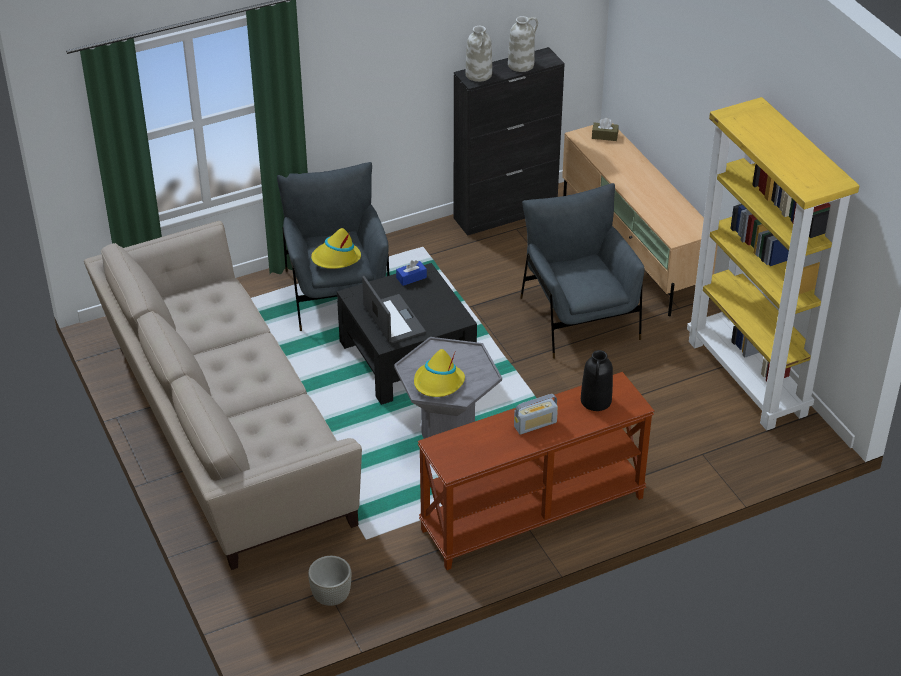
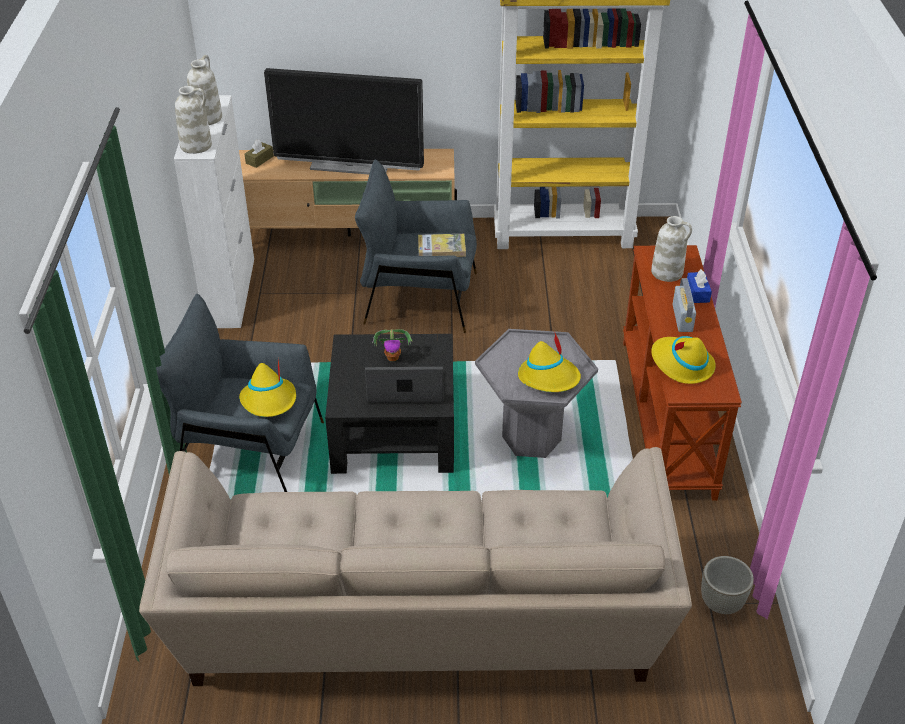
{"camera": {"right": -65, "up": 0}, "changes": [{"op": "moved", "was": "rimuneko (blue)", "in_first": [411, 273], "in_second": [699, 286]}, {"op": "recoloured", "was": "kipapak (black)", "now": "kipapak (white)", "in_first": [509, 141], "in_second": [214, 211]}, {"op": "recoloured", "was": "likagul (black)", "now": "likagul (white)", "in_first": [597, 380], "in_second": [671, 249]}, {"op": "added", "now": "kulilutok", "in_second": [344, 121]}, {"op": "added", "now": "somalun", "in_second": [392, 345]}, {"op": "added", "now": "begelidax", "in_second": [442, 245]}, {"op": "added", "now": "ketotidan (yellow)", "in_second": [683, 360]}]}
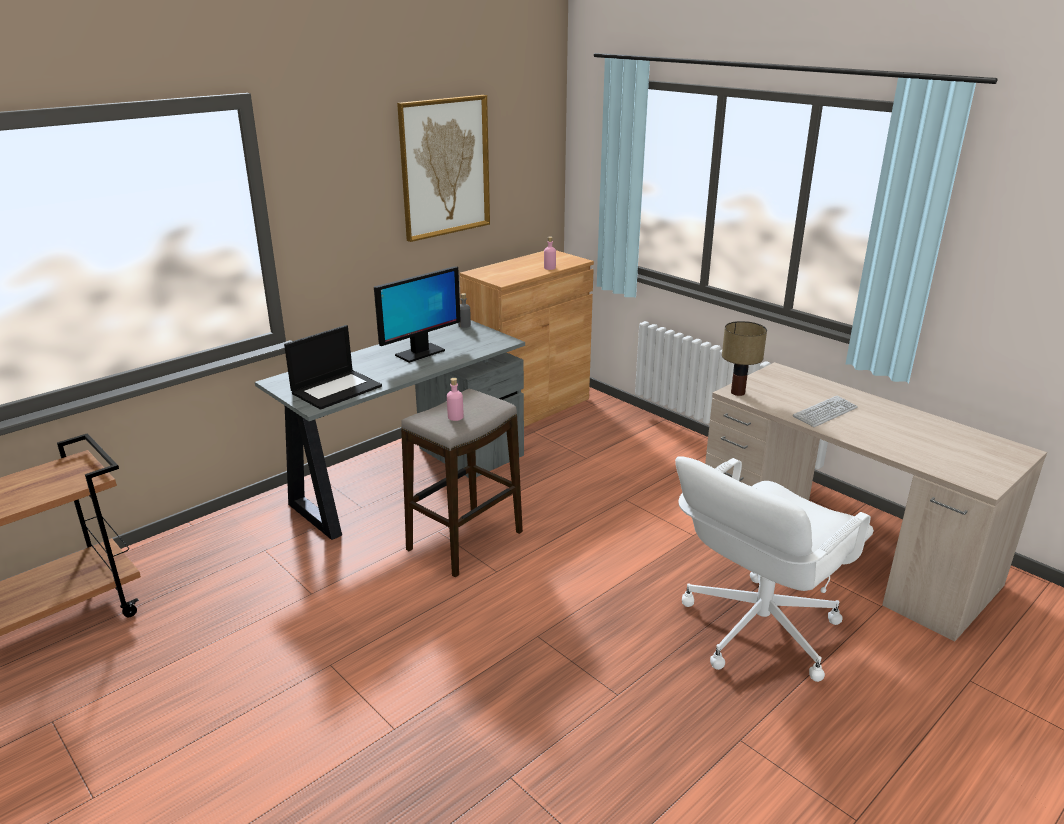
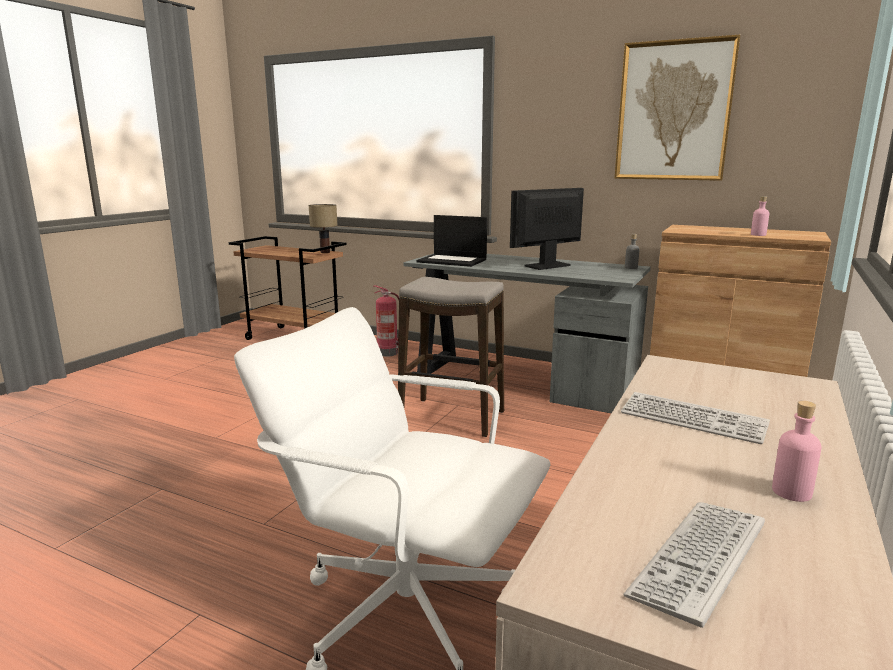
{"camera": {"right": 70, "up": -10}, "changes": [{"op": "turned", "was": "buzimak", "in_first": [417, 314], "in_second": [547, 229], "clockwise": 120}, {"op": "moved", "was": "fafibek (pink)", "in_first": [455, 399], "in_second": [796, 451]}, {"op": "moved", "was": "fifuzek", "in_first": [744, 358], "in_second": [323, 228]}, {"op": "added", "now": "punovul", "in_second": [386, 321]}, {"op": "added", "now": "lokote", "in_second": [694, 565]}]}
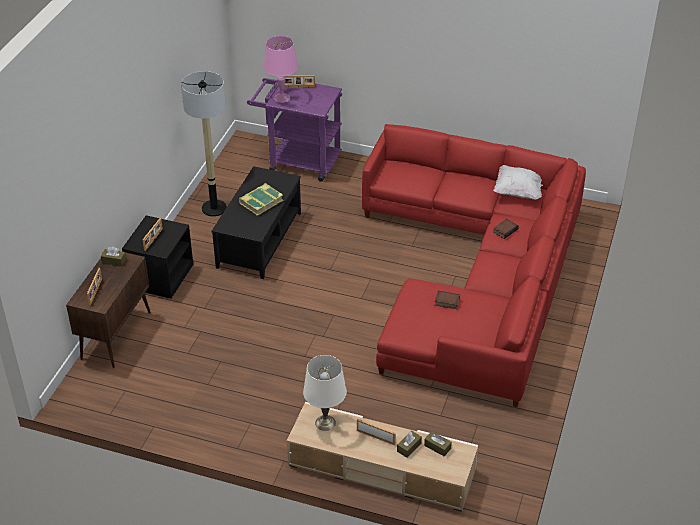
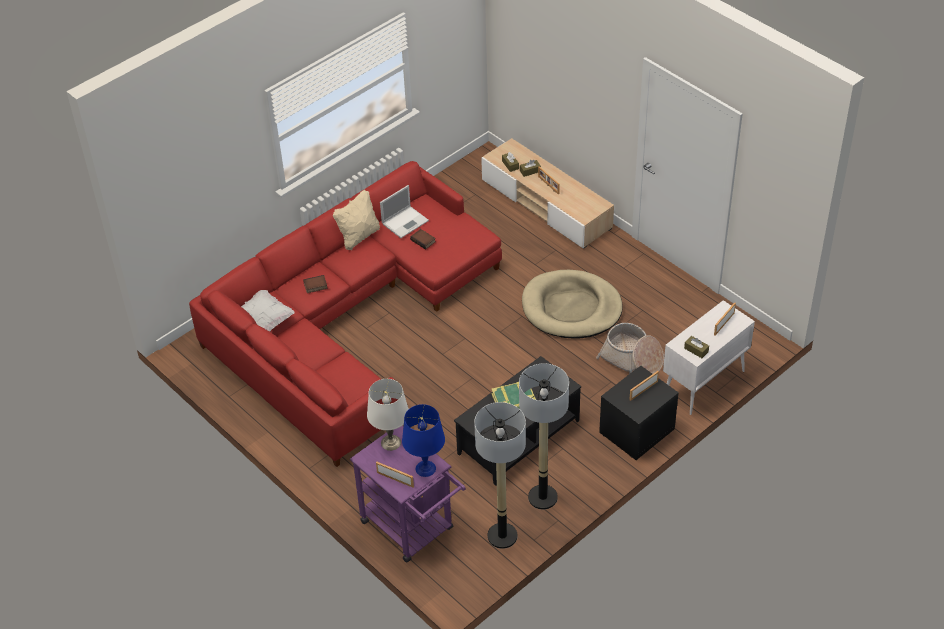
{"camera": {"right": -150, "up": 5}, "changes": [{"op": "recoloured", "was": "kipapak (brown)", "now": "kipapak (white)", "in_first": [108, 310], "in_second": [709, 357]}, {"op": "recoloured", "was": "fifuzek (pink)", "now": "fifuzek (blue)", "in_first": [281, 69], "in_second": [423, 440]}, {"op": "moved", "was": "fifuzek (white)", "in_first": [325, 393], "in_second": [388, 415]}, {"op": "added", "now": "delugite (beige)", "in_second": [356, 220]}, {"op": "added", "now": "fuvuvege", "in_second": [404, 211]}, {"op": "added", "now": "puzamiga", "in_second": [500, 475]}, {"op": "added", "now": "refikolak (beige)", "in_second": [572, 304]}, {"op": "added", "now": "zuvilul", "in_second": [630, 348]}]}
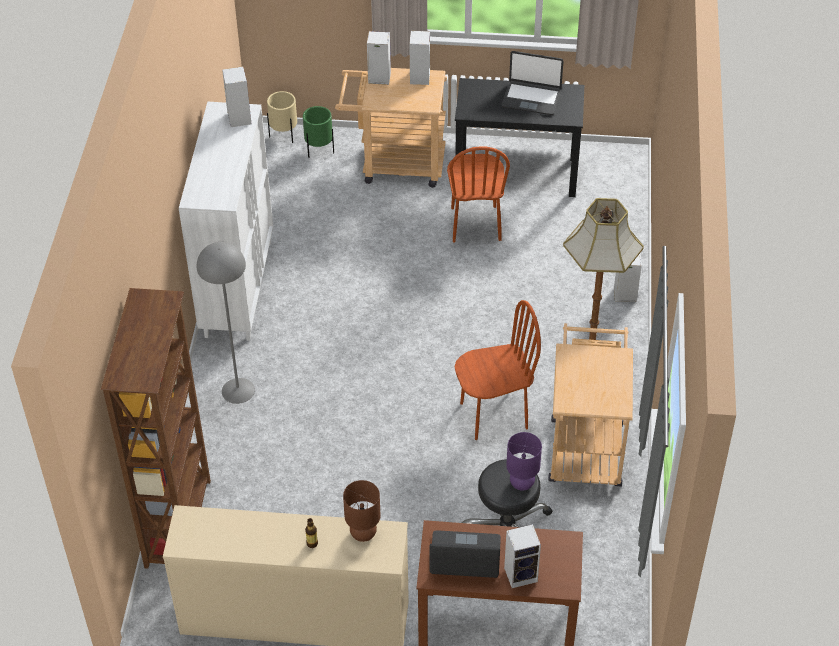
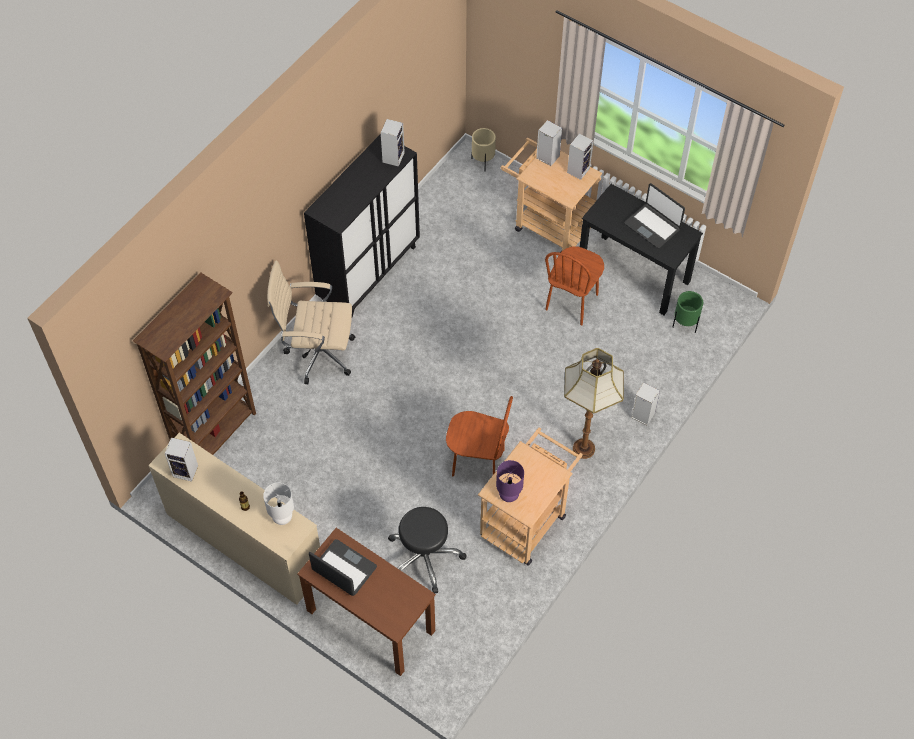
{"camera": {"right": 30, "up": 10}, "changes": [{"op": "recoloured", "was": "kipapak (white)", "now": "kipapak (black)", "in_first": [226, 221], "in_second": [362, 225]}, {"op": "replaced", "was": "puzamiga (grey)", "now": "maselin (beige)", "in_first": [226, 323], "in_second": [311, 322]}, {"op": "moved", "was": "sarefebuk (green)", "in_first": [318, 132], "in_second": [688, 312]}, {"op": "recoloured", "was": "fifuzek (brown)", "now": "fifuzek (white)", "in_first": [362, 511], "in_second": [278, 504]}, {"op": "moved", "was": "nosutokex", "in_first": [522, 556], "in_second": [181, 459]}, {"op": "moved", "was": "fifuzek (purple)", "in_first": [524, 461], "in_second": [510, 481]}]}
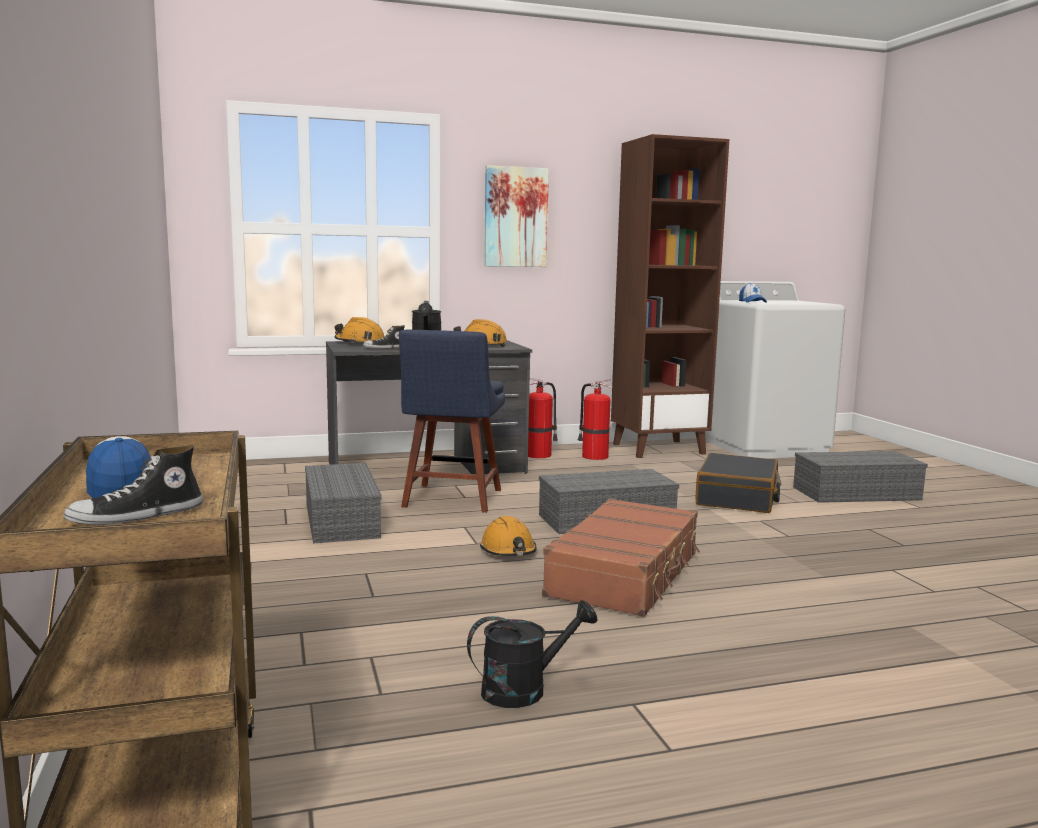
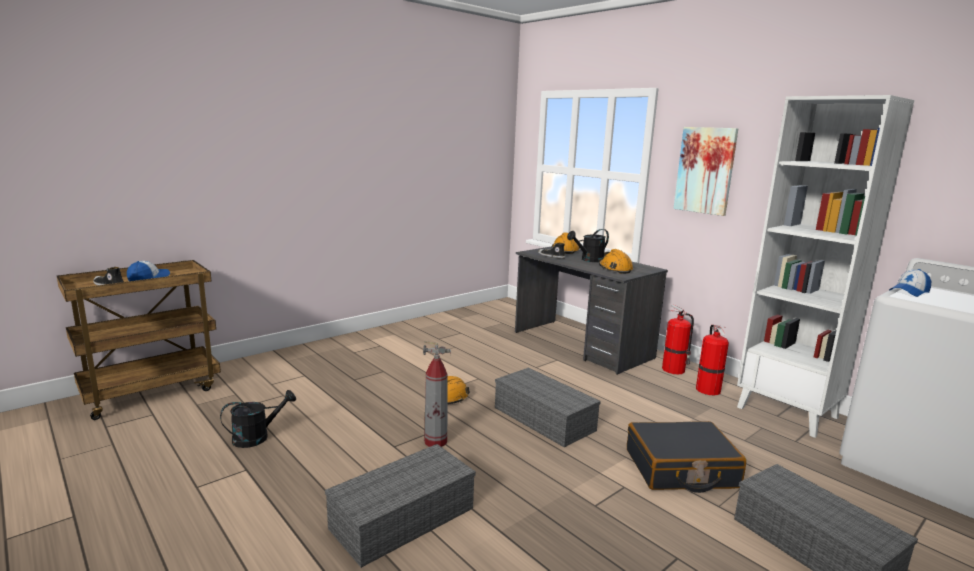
{"camera": {"right": 65, "up": 5}, "changes": [{"op": "moved", "was": "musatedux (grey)", "in_first": [343, 503], "in_second": [400, 506]}, {"op": "removed", "was": "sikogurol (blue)", "in_first": [452, 421]}, {"op": "turned", "was": "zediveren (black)", "in_first": [532, 654], "in_second": [258, 419], "clockwise": -75}, {"op": "replaced", "was": "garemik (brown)", "now": "punovul", "in_first": [621, 557], "in_second": [437, 394]}, {"op": "recoloured", "was": "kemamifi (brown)", "now": "kemamifi (white)", "in_first": [670, 296], "in_second": [826, 266]}]}
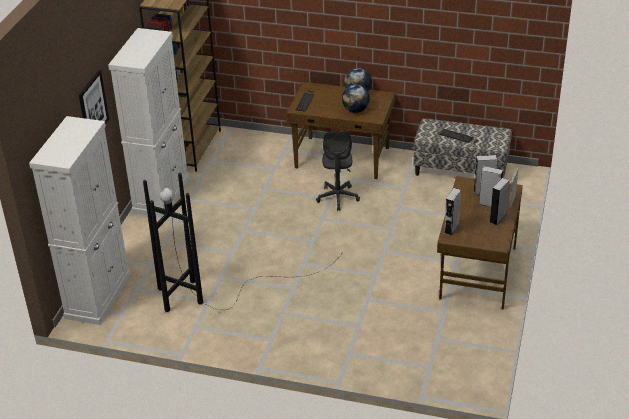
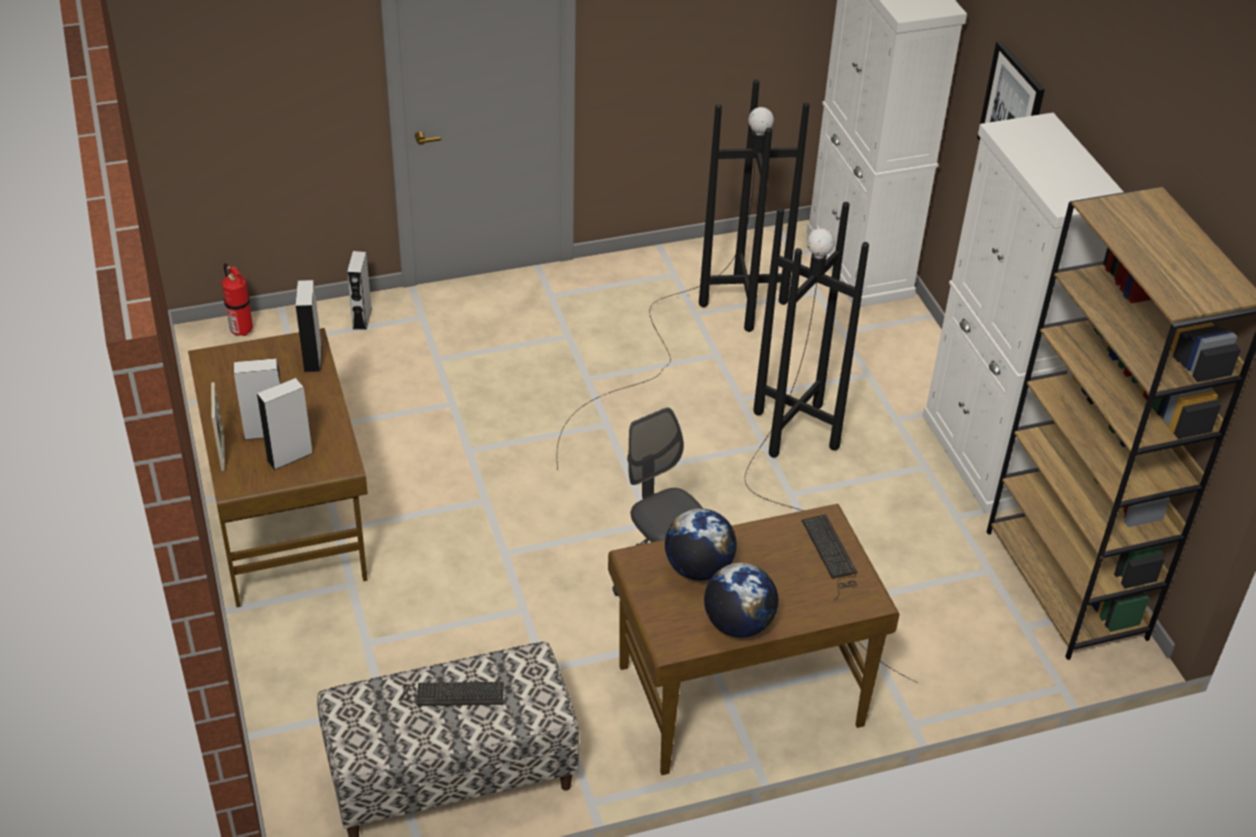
{"camera": {"right": 145, "up": 5}, "changes": [{"op": "moved", "was": "nosutokex (grey)", "in_first": [499, 201], "in_second": [359, 290]}, {"op": "added", "now": "punovul", "in_second": [237, 299]}, {"op": "added", "now": "puzamiga (black)", "in_second": [831, 442]}]}
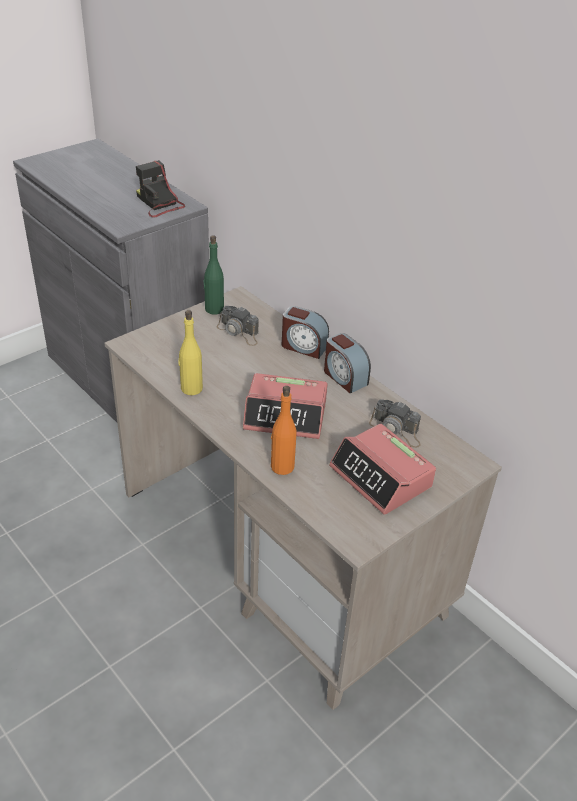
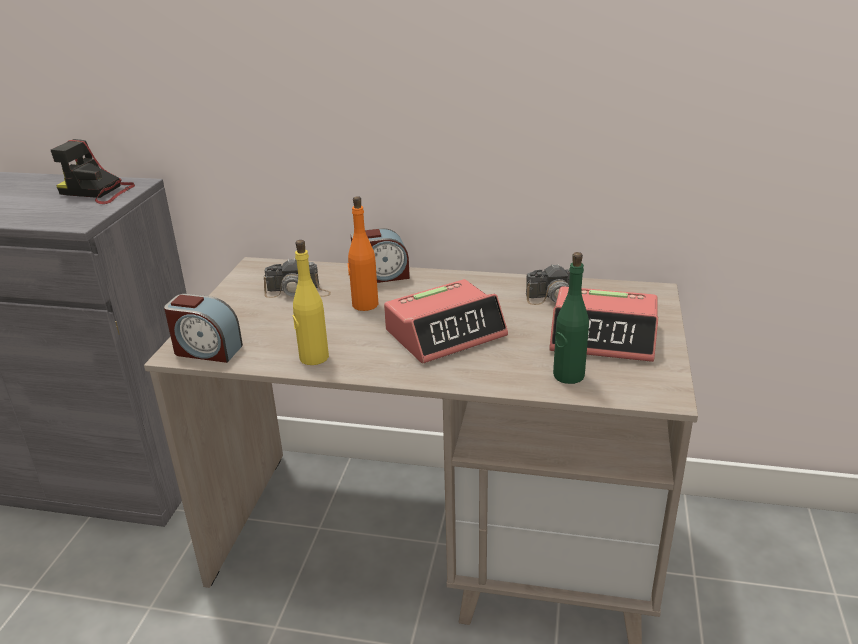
{"camera": {"right": -35, "up": -10}, "changes": [{"op": "moved", "was": "fafibek (green)", "in_first": [214, 274], "in_second": [571, 318]}, {"op": "moved", "was": "fafibek (orange)", "in_first": [284, 430], "in_second": [363, 253]}, {"op": "moved", "was": "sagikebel", "in_first": [347, 363], "in_second": [203, 328]}]}
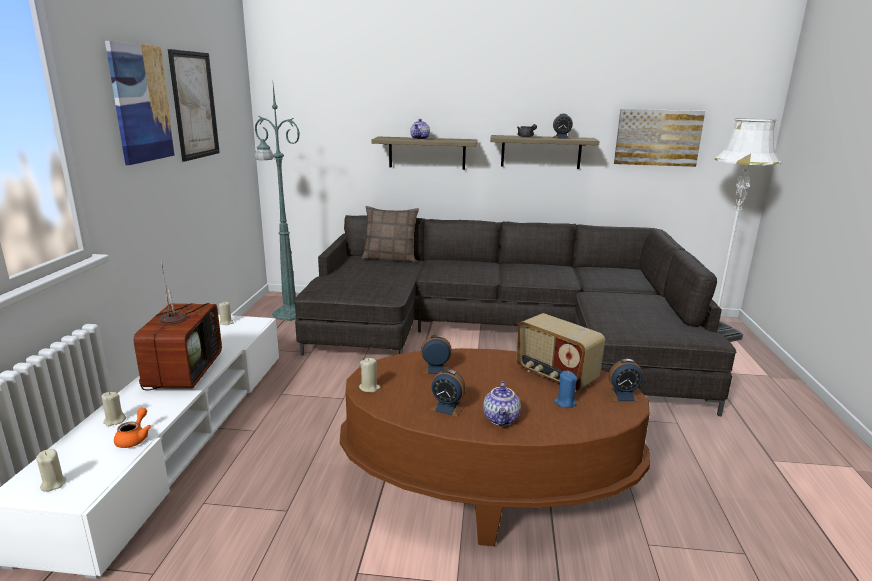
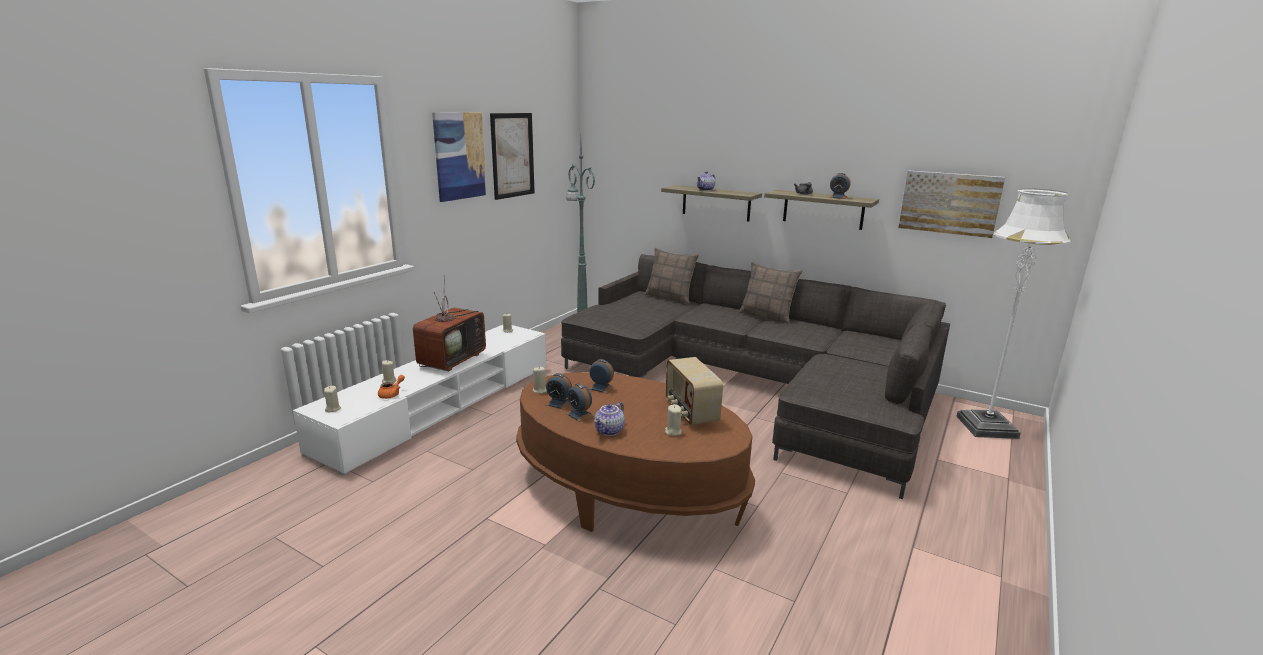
{"camera": {"right": 25, "up": 0}, "changes": [{"op": "recoloured", "was": "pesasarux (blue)", "now": "pesasarux (beige)", "in_first": [565, 389], "in_second": [673, 420]}, {"op": "moved", "was": "sagikebel", "in_first": [624, 380], "in_second": [559, 391]}, {"op": "added", "now": "delugite", "in_second": [770, 293]}]}
